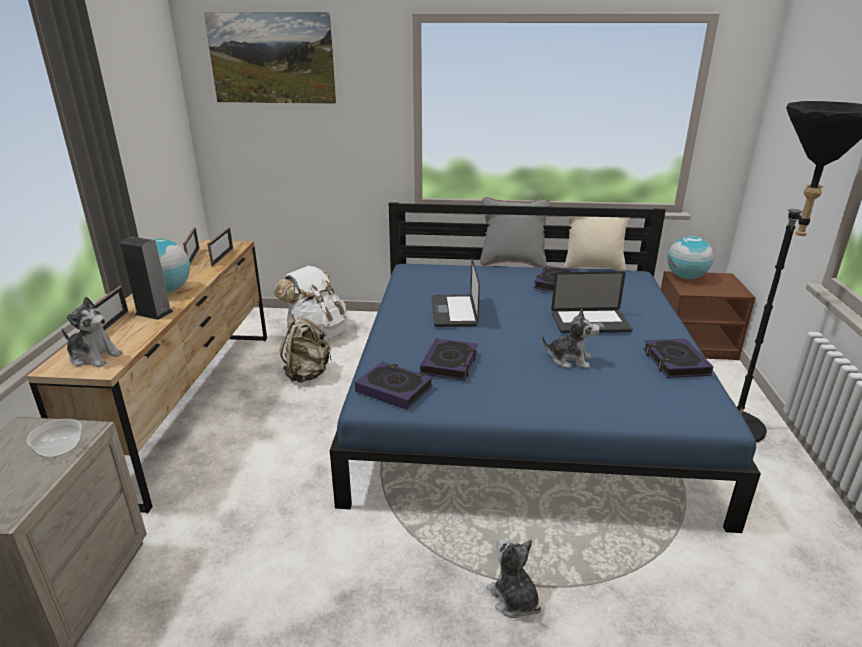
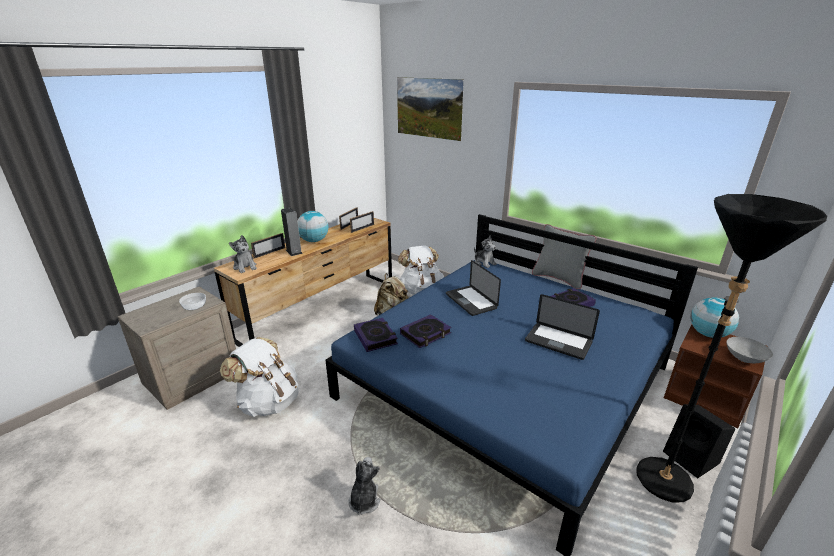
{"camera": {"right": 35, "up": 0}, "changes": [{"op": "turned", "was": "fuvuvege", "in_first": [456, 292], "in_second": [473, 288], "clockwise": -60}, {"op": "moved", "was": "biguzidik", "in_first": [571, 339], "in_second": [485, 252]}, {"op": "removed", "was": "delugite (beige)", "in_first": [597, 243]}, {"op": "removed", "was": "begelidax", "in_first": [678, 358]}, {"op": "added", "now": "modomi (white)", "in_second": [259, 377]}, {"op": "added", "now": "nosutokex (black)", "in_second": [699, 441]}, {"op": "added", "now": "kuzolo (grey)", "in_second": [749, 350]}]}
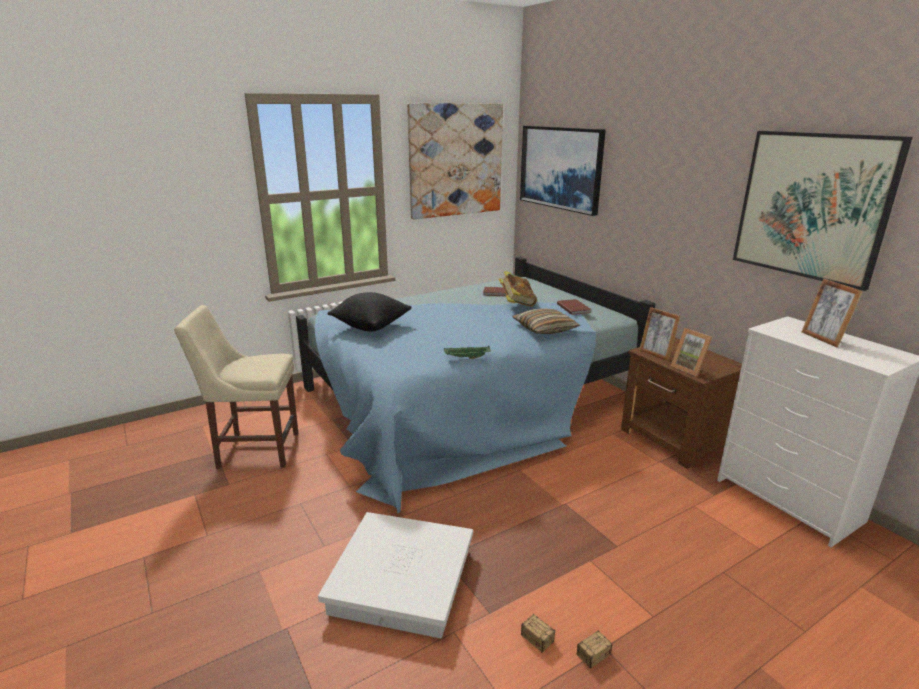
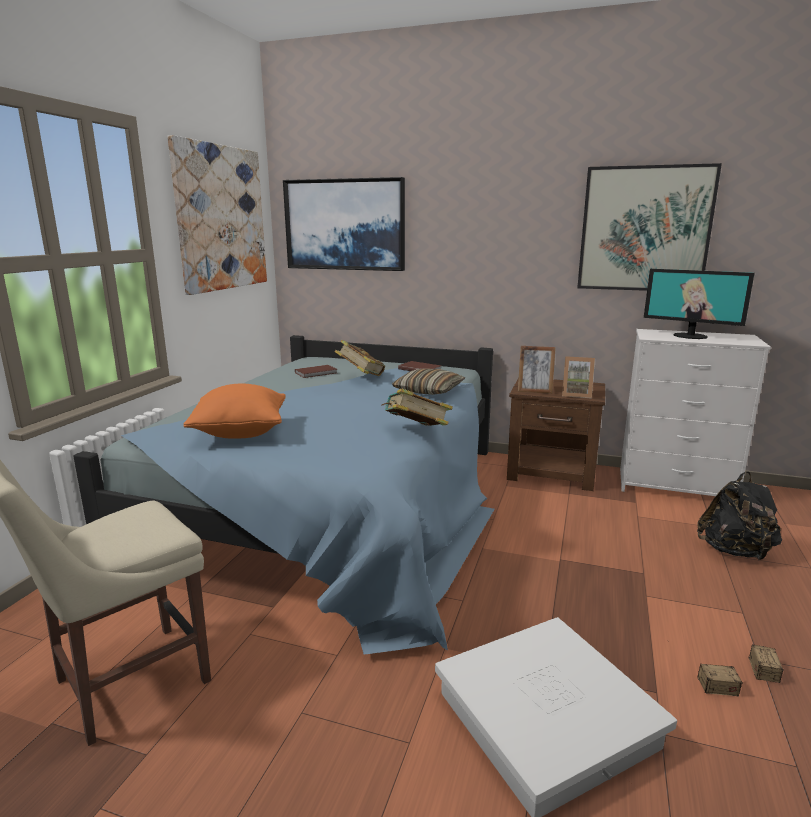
{"camera": {"right": -40, "up": -5}, "changes": [{"op": "recoloured", "was": "delugite (black)", "now": "delugite (orange)", "in_first": [369, 311], "in_second": [234, 411]}, {"op": "replaced", "was": "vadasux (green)", "now": "begelidax", "in_first": [467, 352], "in_second": [417, 407]}, {"op": "replaced", "was": "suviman", "now": "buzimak", "in_first": [832, 313], "in_second": [699, 304]}, {"op": "added", "now": "modomi (black)", "in_second": [739, 515]}]}
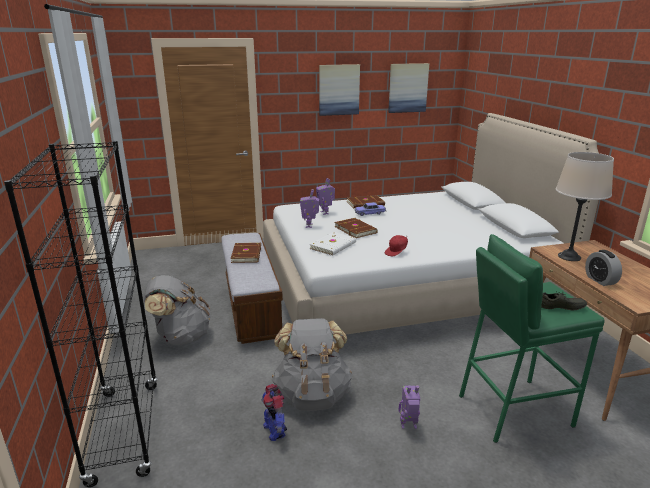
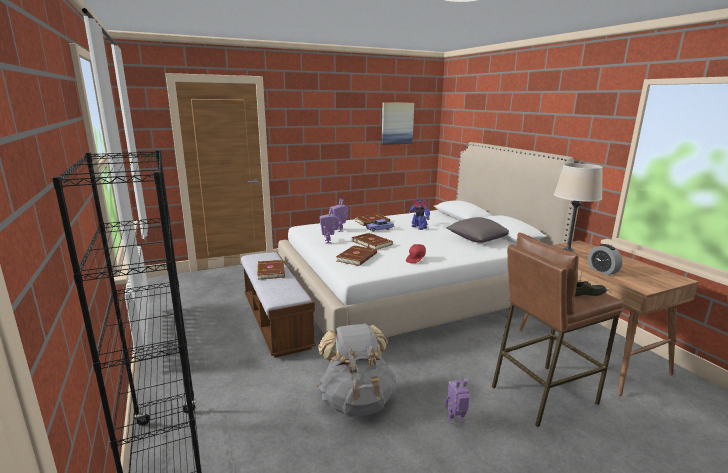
{"camera": {"right": -10, "up": -5}, "changes": [{"op": "removed", "was": "modomi (grey)", "in_first": [177, 310]}, {"op": "moved", "was": "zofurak", "in_first": [274, 412], "in_second": [419, 214]}, {"op": "recoloured", "was": "begelidax (white)", "now": "begelidax (brown)", "in_first": [333, 244], "in_second": [356, 255]}, {"op": "removed", "was": "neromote", "in_first": [339, 90]}, {"op": "recoloured", "was": "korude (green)", "now": "korude (brown)", "in_first": [532, 338], "in_second": [558, 329]}, {"op": "added", "now": "delugite (grey)", "in_second": [477, 230]}]}
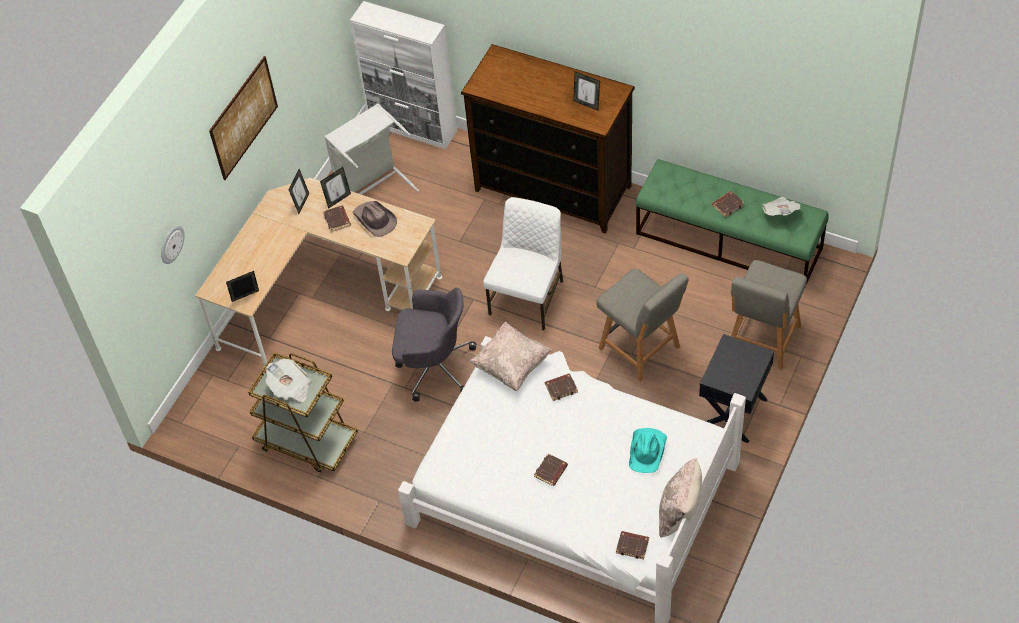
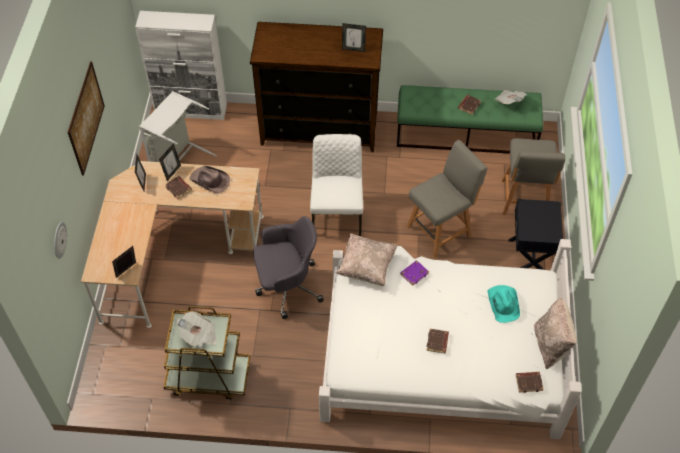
{"camera": {"right": -25, "up": 0}, "changes": [{"op": "recoloured", "was": "begelidax (brown)", "now": "begelidax (purple)", "in_first": [561, 387], "in_second": [414, 273]}, {"op": "turned", "was": "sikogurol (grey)", "in_first": [642, 325], "in_second": [447, 199], "clockwise": -60}]}
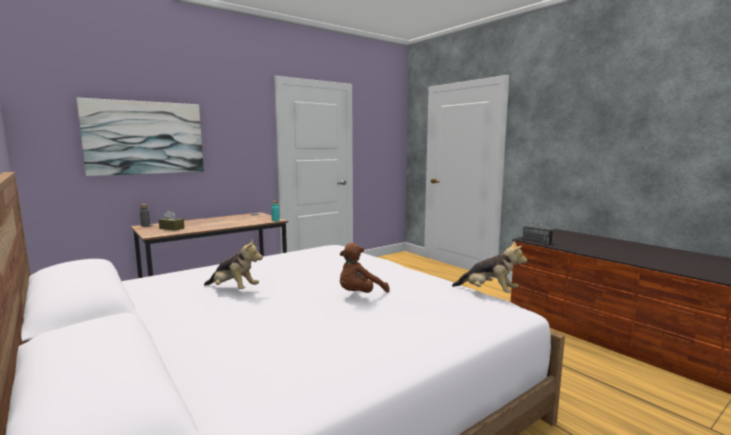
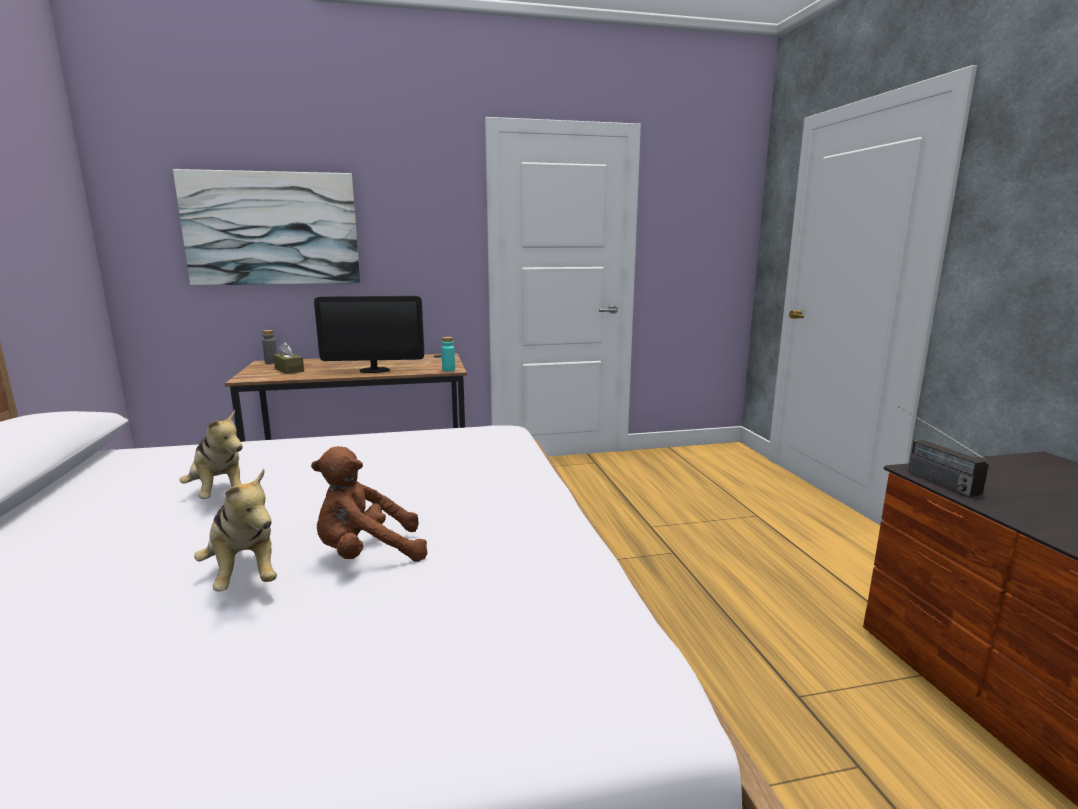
{"camera": {"right": 25, "up": 5}, "changes": [{"op": "moved", "was": "biguzidik", "in_first": [489, 267], "in_second": [235, 530]}, {"op": "added", "now": "buzimak", "in_second": [369, 334]}]}
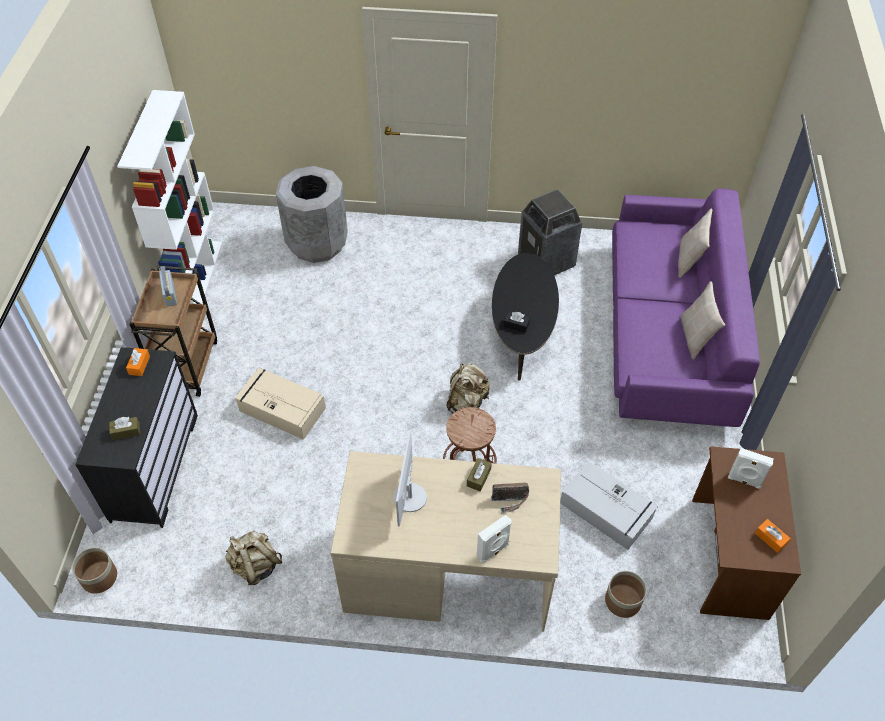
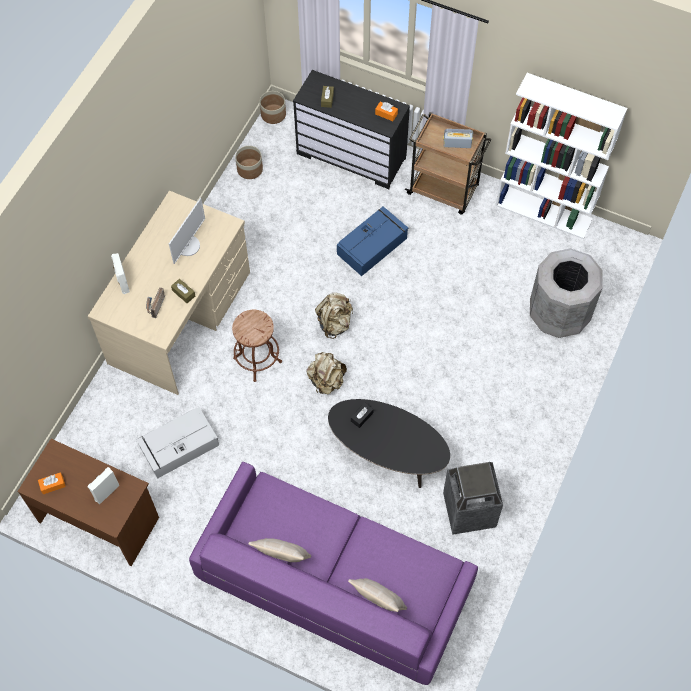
{"camera": {"right": 110, "up": 10}, "changes": [{"op": "moved", "was": "modomi (beige)", "in_first": [253, 558], "in_second": [334, 316]}, {"op": "recoloured", "was": "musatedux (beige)", "now": "musatedux (blue)", "in_first": [280, 404], "in_second": [372, 241]}, {"op": "turned", "was": "buzimak", "in_first": [410, 478], "in_second": [187, 231], "clockwise": 90}, {"op": "moved", "was": "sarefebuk", "in_first": [626, 594], "in_second": [249, 162]}]}
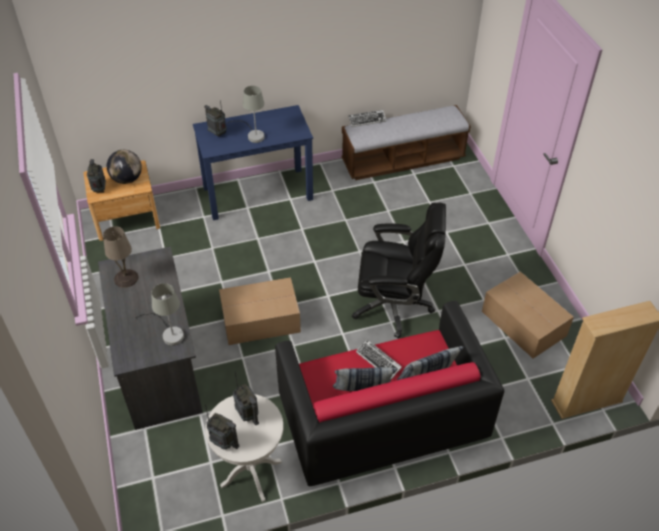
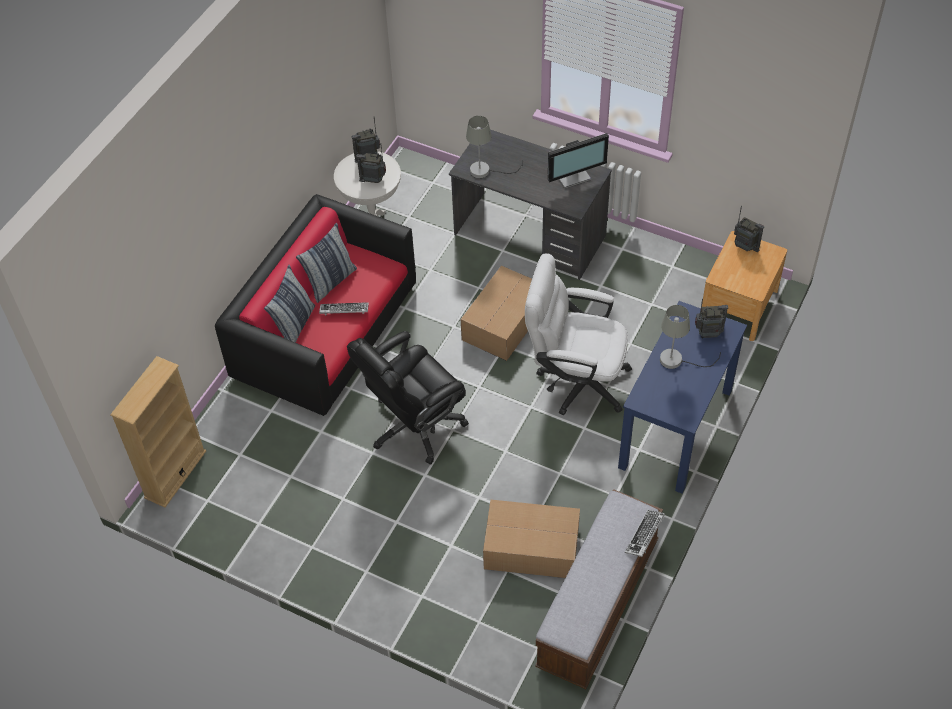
{"camera": {"right": 135, "up": 5}, "changes": [{"op": "replaced", "was": "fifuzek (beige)", "now": "buzimak", "in_first": [120, 257], "in_second": [578, 161]}, {"op": "removed", "was": "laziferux", "in_first": [124, 167]}, {"op": "moved", "was": "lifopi", "in_first": [528, 315], "in_second": [531, 539]}, {"op": "added", "now": "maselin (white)", "in_second": [578, 334]}]}
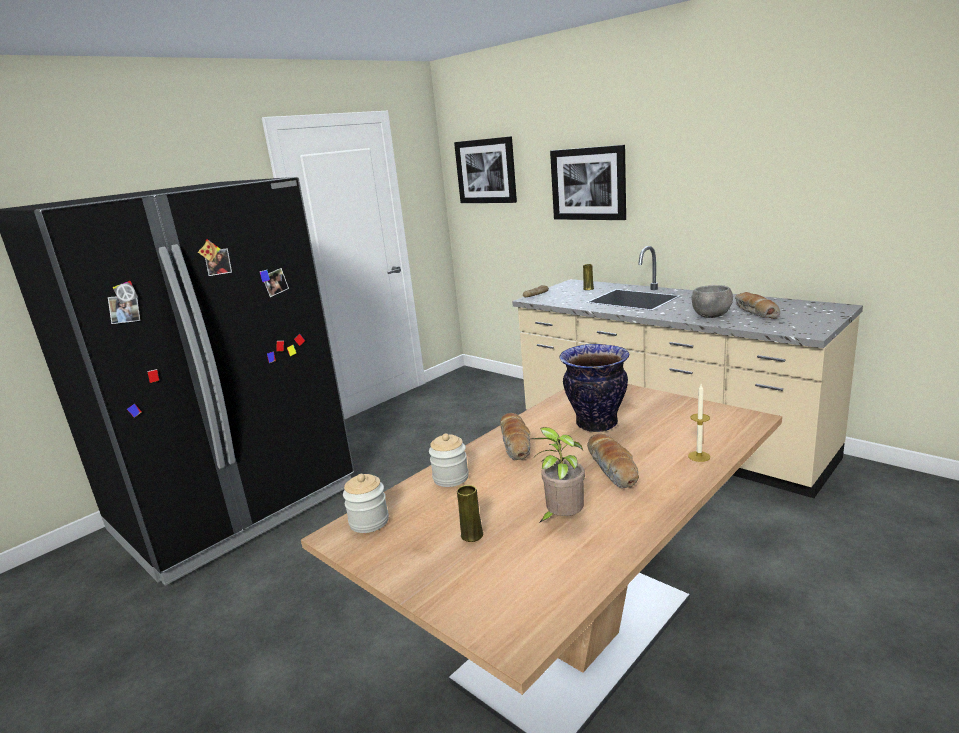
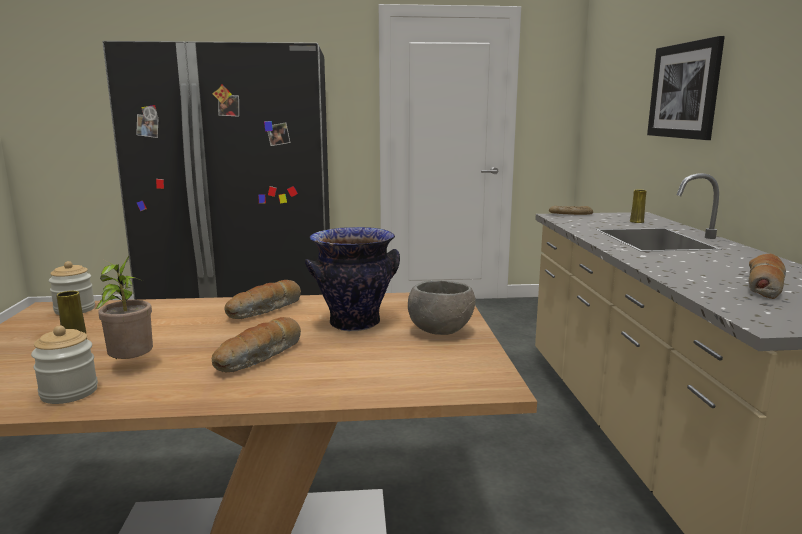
{"camera": {"right": 40, "up": -5}, "changes": [{"op": "moved", "was": "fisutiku", "in_first": [449, 460], "in_second": [64, 365]}, {"op": "removed", "was": "neromote", "in_first": [485, 169]}, {"op": "removed", "was": "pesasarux", "in_first": [699, 423]}, {"op": "moved", "was": "kuzolo (grey)", "in_first": [712, 301], "in_second": [441, 307]}]}
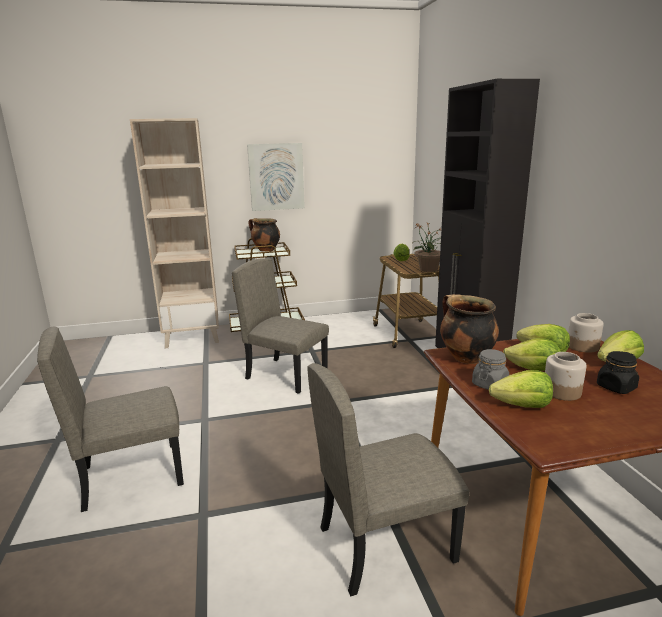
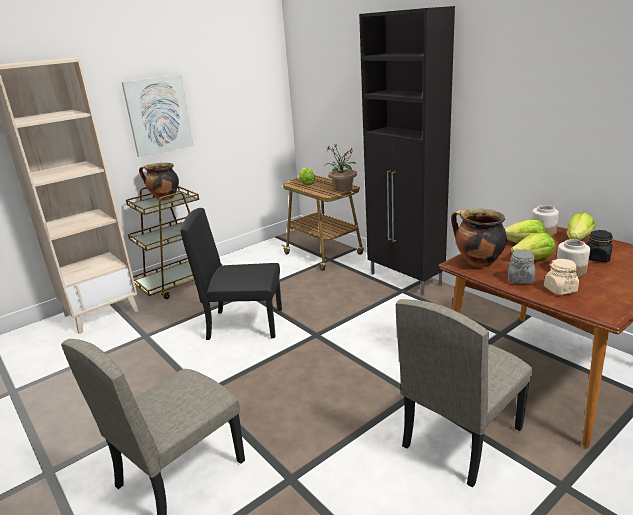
{"camera": {"right": -25, "up": 5}, "changes": [{"op": "recoloured", "was": "sikogurol (beige)", "now": "sikogurol (black)", "in_first": [280, 326], "in_second": [231, 274]}, {"op": "replaced", "was": "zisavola", "now": "fisutiku (beige)", "in_first": [521, 389], "in_second": [561, 277]}]}
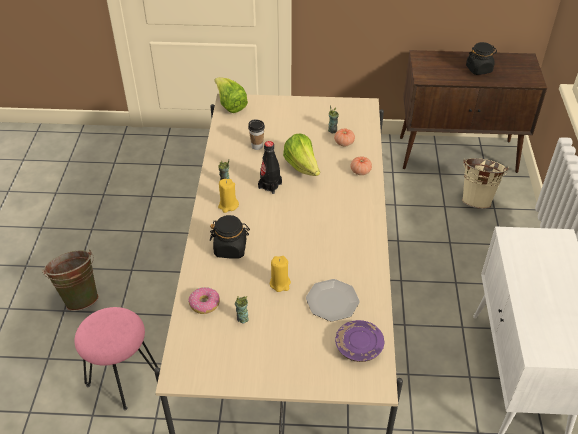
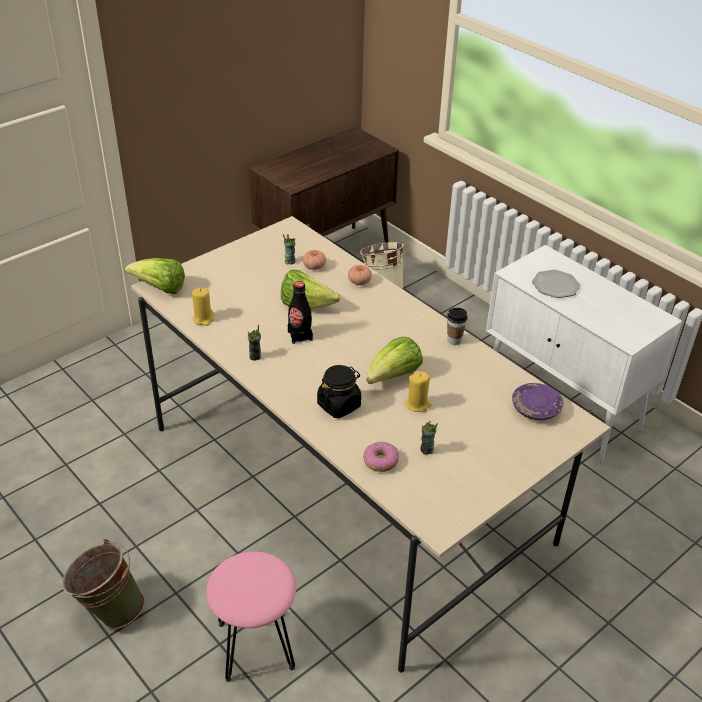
{"camera": {"right": -45, "up": -5}, "changes": [{"op": "moved", "was": "pesasarux (yellow)", "in_first": [228, 196], "in_second": [203, 306]}, {"op": "moved", "was": "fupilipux", "in_first": [256, 135], "in_second": [457, 326]}, {"op": "moved", "was": "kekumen", "in_first": [333, 300], "in_second": [556, 284]}, {"op": "removed", "was": "fisutiku (black)", "in_first": [481, 58]}, {"op": "added", "now": "zisavola", "in_second": [395, 360]}]}
